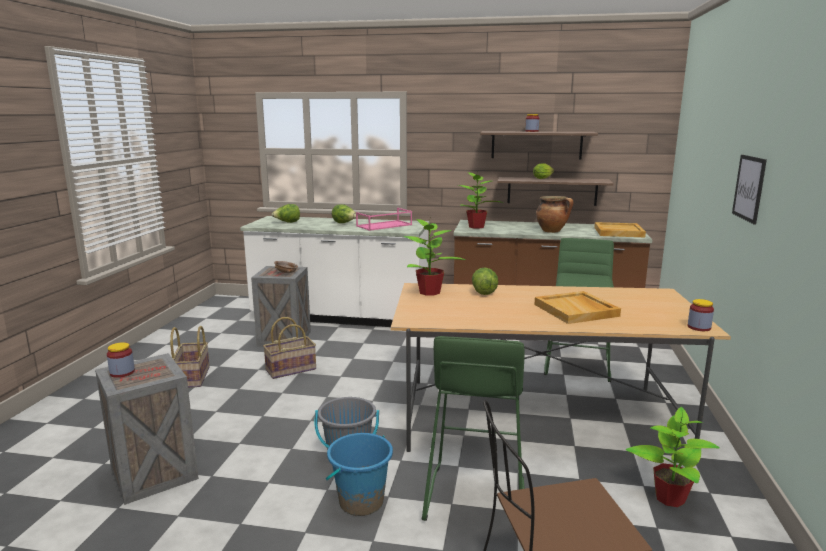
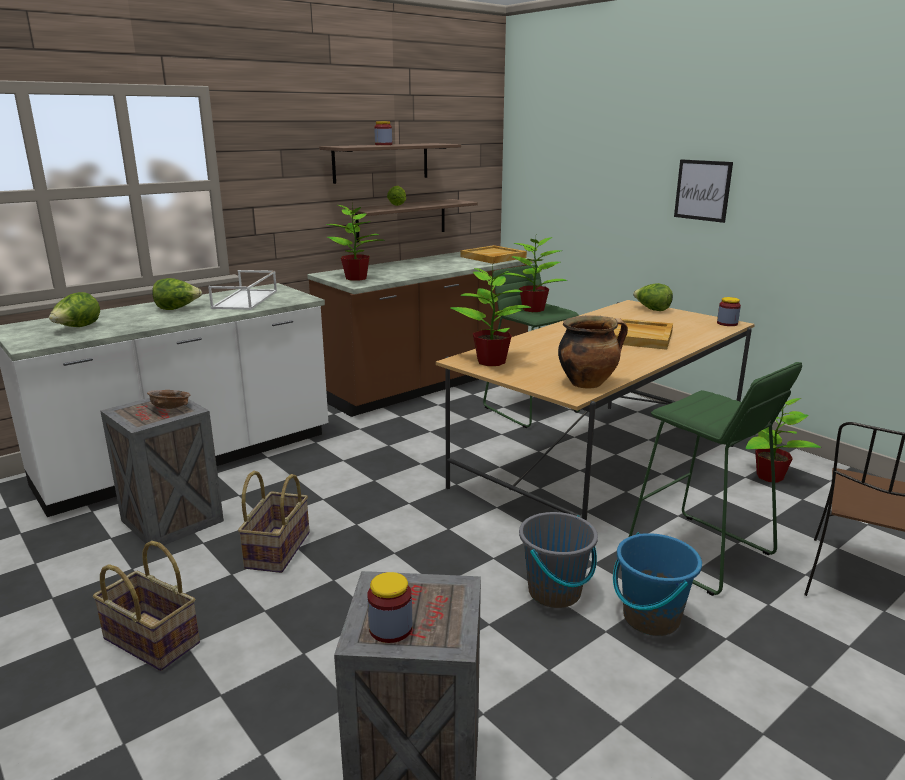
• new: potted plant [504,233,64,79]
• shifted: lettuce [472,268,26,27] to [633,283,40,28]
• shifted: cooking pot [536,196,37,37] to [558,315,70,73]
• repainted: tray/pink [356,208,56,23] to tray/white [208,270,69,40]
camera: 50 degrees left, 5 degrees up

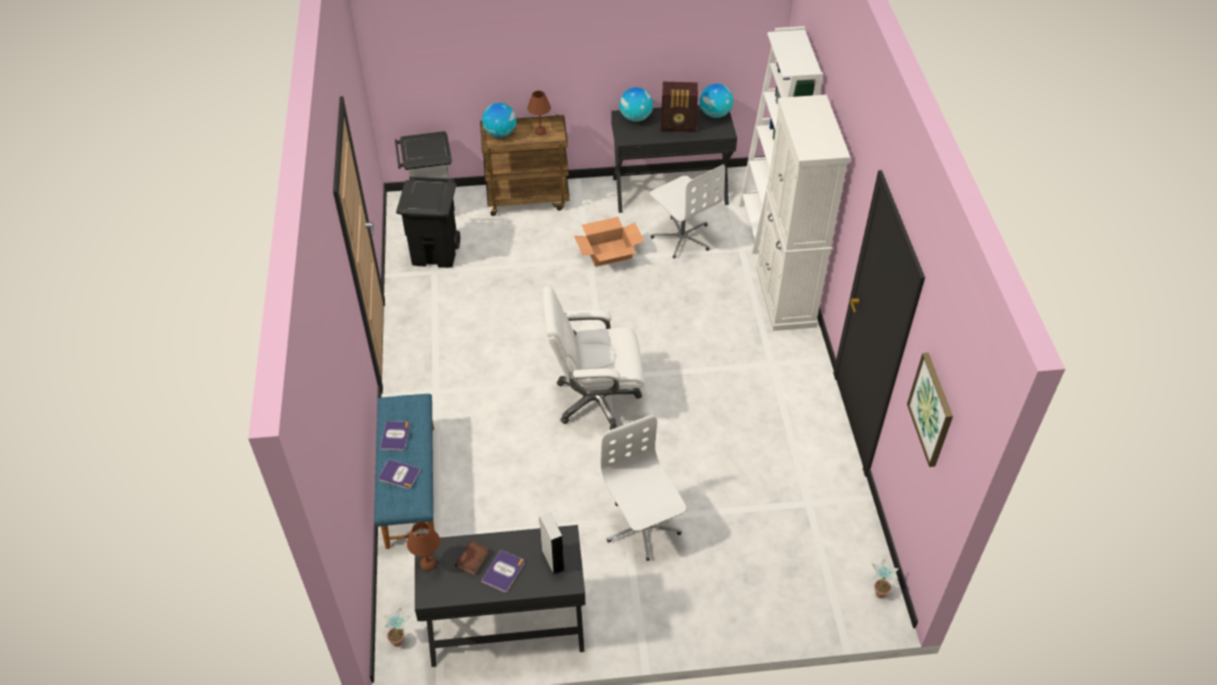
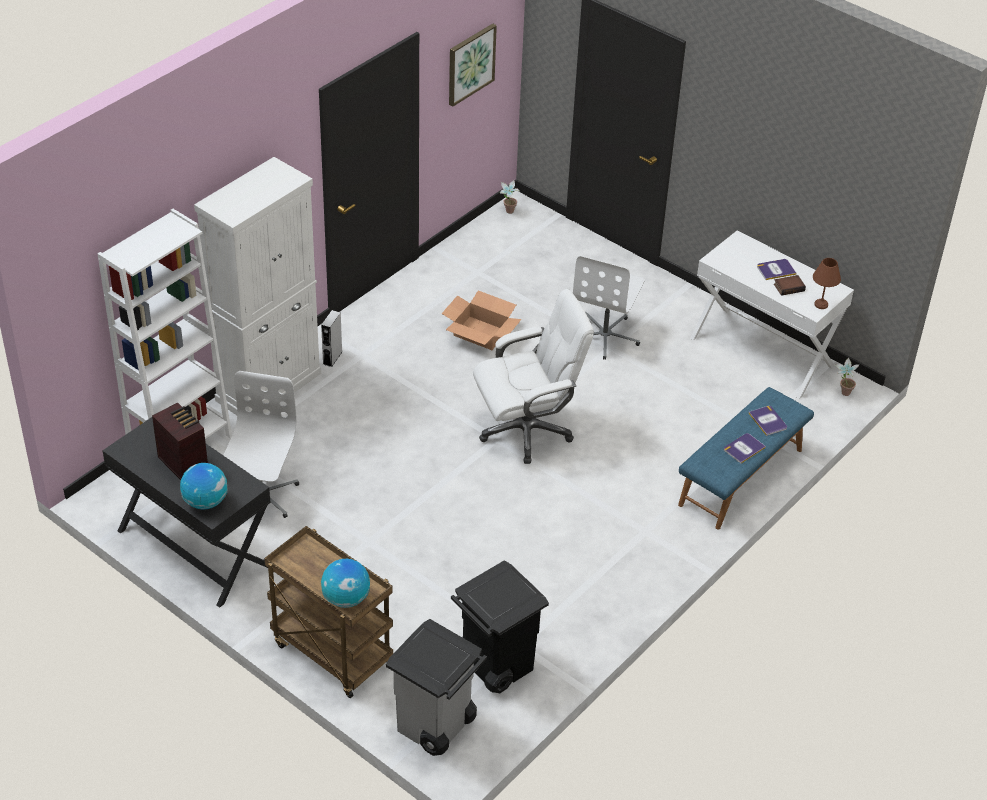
• gone: table lamp/brown [527,90,24,45]
• gone: globe [699,84,34,34]
• shifted: speaker/grey [539,513,26,62] to [321,310,21,57]
• shifted: cardboard box [574,217,70,50] to [441,290,81,60]
• repainted: desk/black [415,525,171,142] to desk/white [690,230,164,169]
• rotated: office chair/white [542,286,102,144] = [473,289,121,175] 60 degrees counterclockwise
camera: 135 degrees left, 5 degrees down

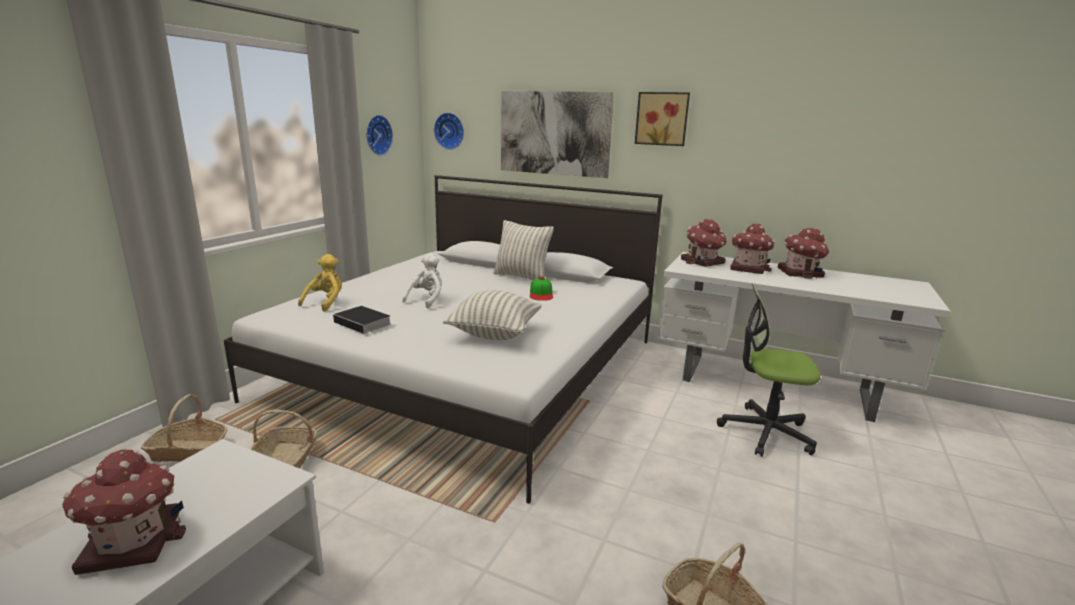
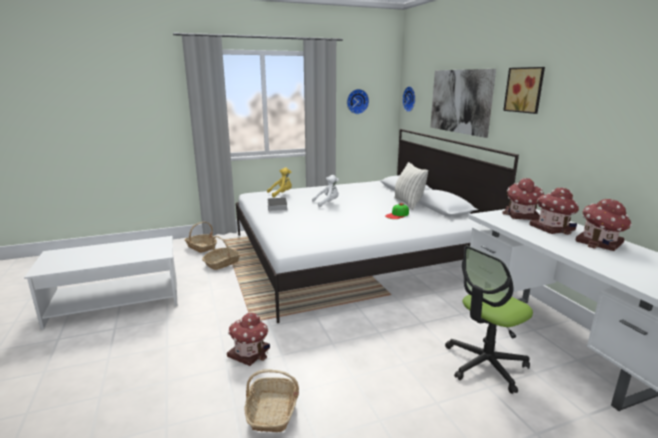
• gone: pillow [443,290,99,50]
• shifted: toy house [62,449,124,126] to [227,313,43,53]
• rotated: office chair [717,283,103,174] = [445,246,88,148] 90 degrees counterclockwise
camera: 45 degrees right, 0 degrees up

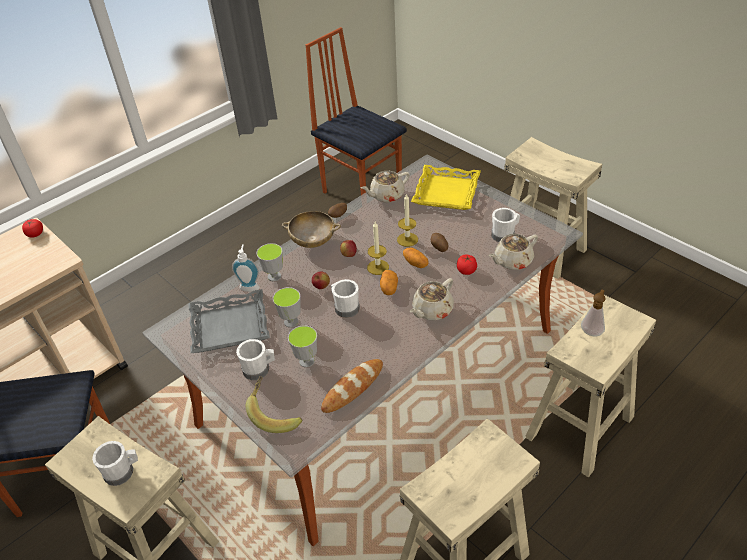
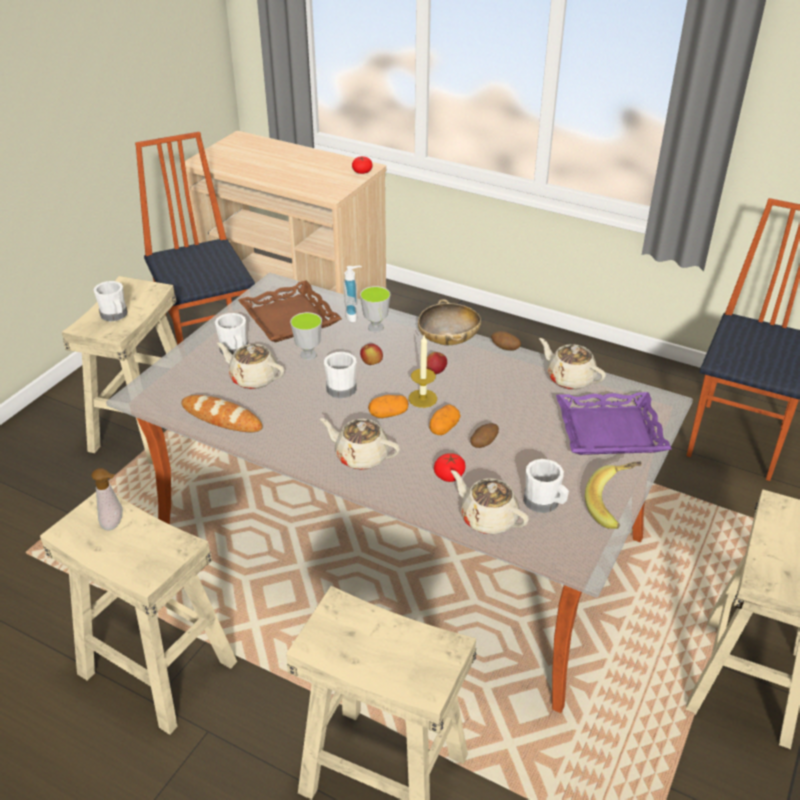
• gone: candle [397,194,21,53]
• shifted: banana [246,376,57,57] to [585,461,57,68]
• shifted: soap dispenser [581,290,25,47] to [91,468,32,62]
• swapped: cup [288,325,29,42] to teapot/beige [217,343,68,46]
• repainted: tray/grey [188,289,82,64] to tray/brown [238,280,104,62]
• repainted: tray/yellow [411,165,70,45] to tray/purple [556,392,116,63]
camera: 70 degrees right, 5 degrees down

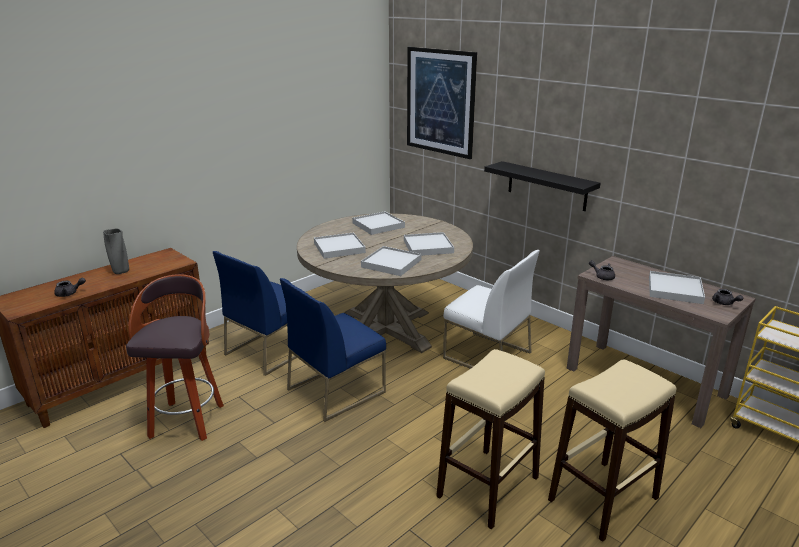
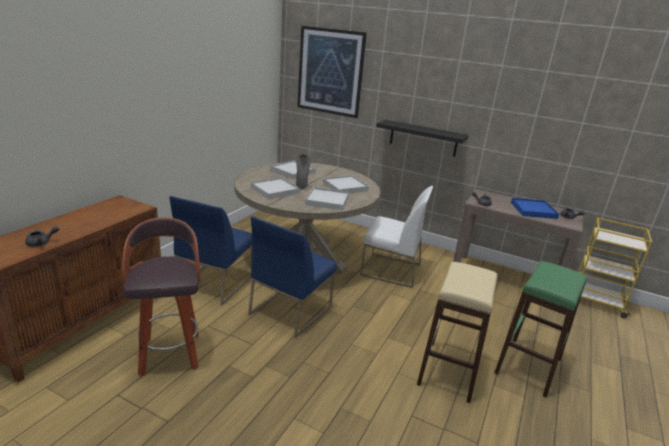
• shifted: vase/grey [103,229,26,45] to [296,154,15,35]
• repainted: stool/beige [548,360,129,182] to stool/green [494,261,93,136]
• repainted: tray/white [649,271,56,33] to tray/blue [511,198,48,21]
camera: 20 degrees left, 0 degrees up

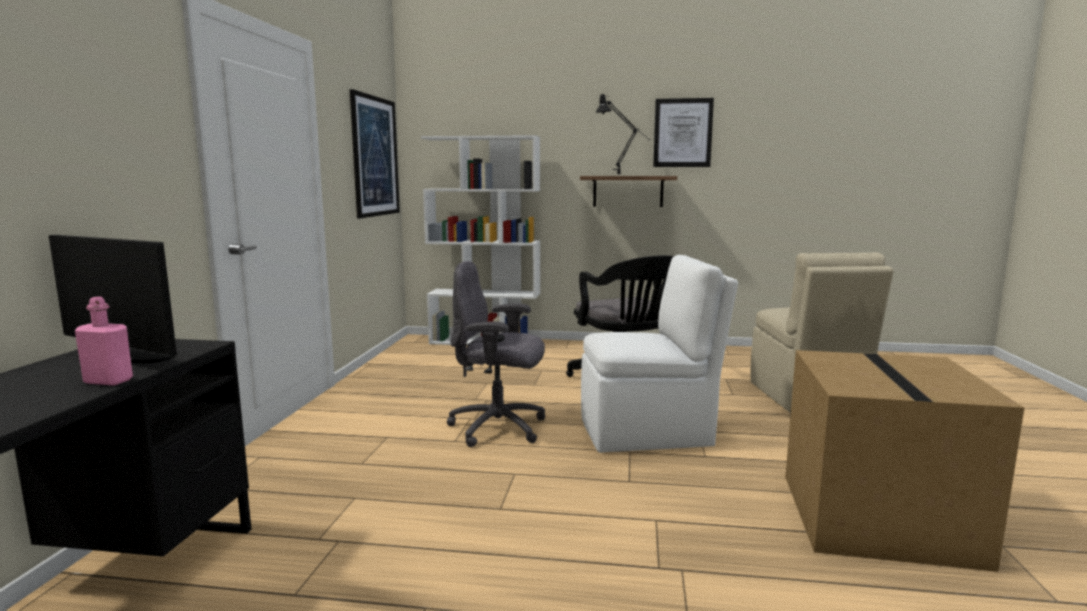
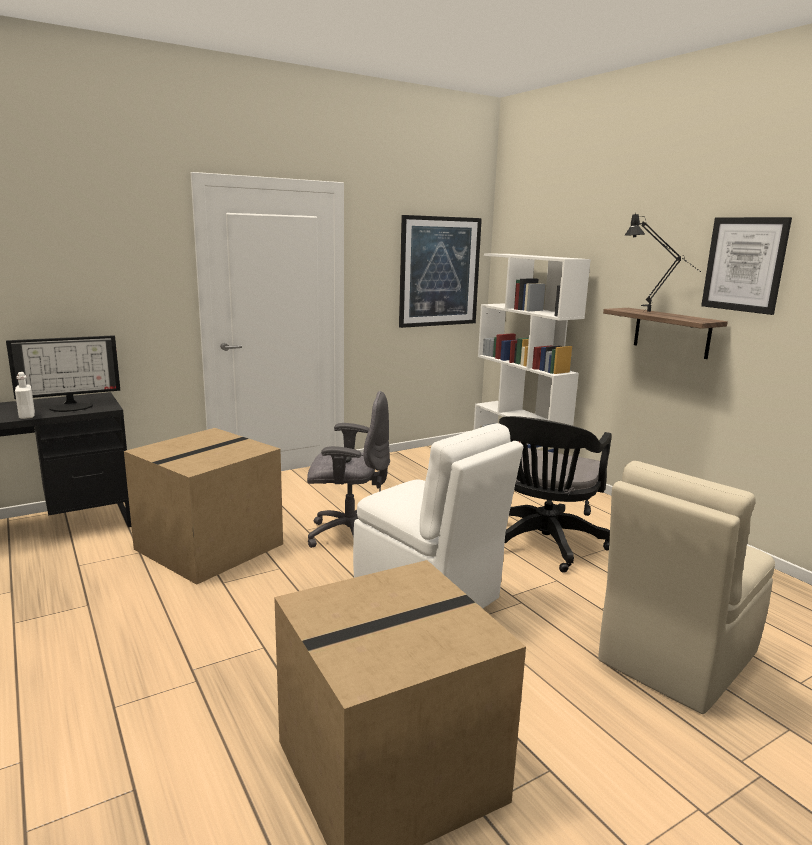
• new: cardboard box [124,428,159,157]
• repainted: bottle/pink [75,297,58,89] to bottle/white [15,372,20,47]
• rotated: monitor [49,235,128,128] = [6,335,114,77] 75 degrees clockwise
• rotated: office chair/grey [447,261,98,186] = [307,391,83,157] 120 degrees clockwise
camera: 50 degrees right, 5 degrees up

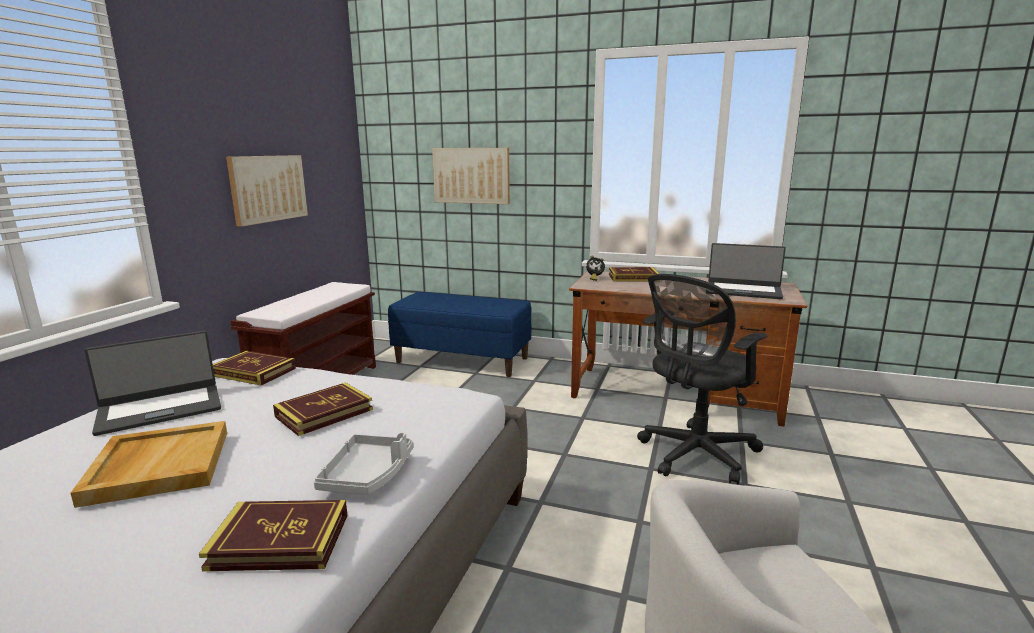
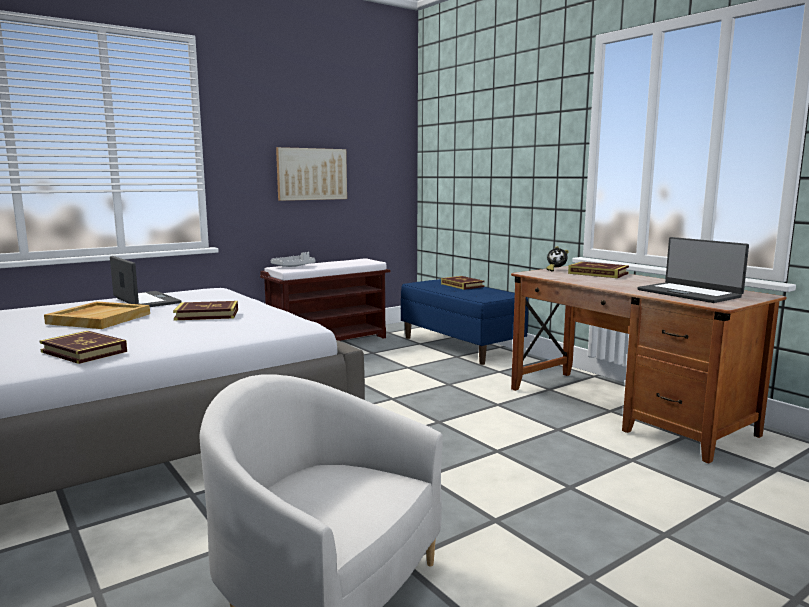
• gone: picture [432,148,78,56]
• gone: office chair/black [637,274,131,210]
• shifted: book [213,351,83,34] to [441,276,44,14]
• shifted: tray/grey [314,432,99,63] to [271,252,44,15]
• rotated: laptop [85,331,136,105] = [110,256,71,51] 135 degrees counterclockwise
camera: 35 degrees right, 5 degrees down

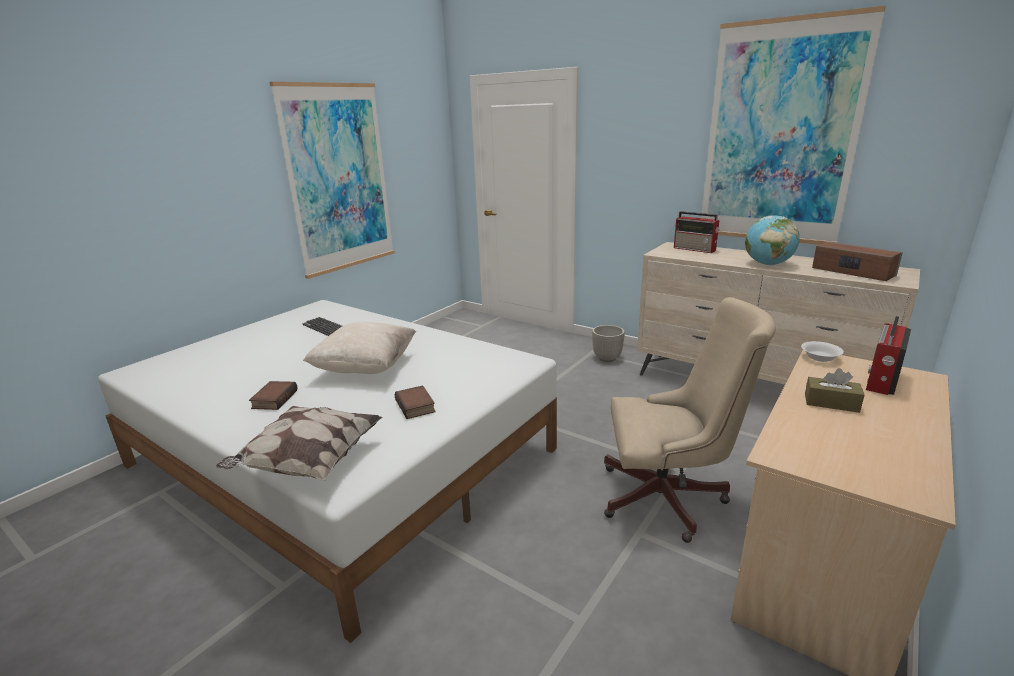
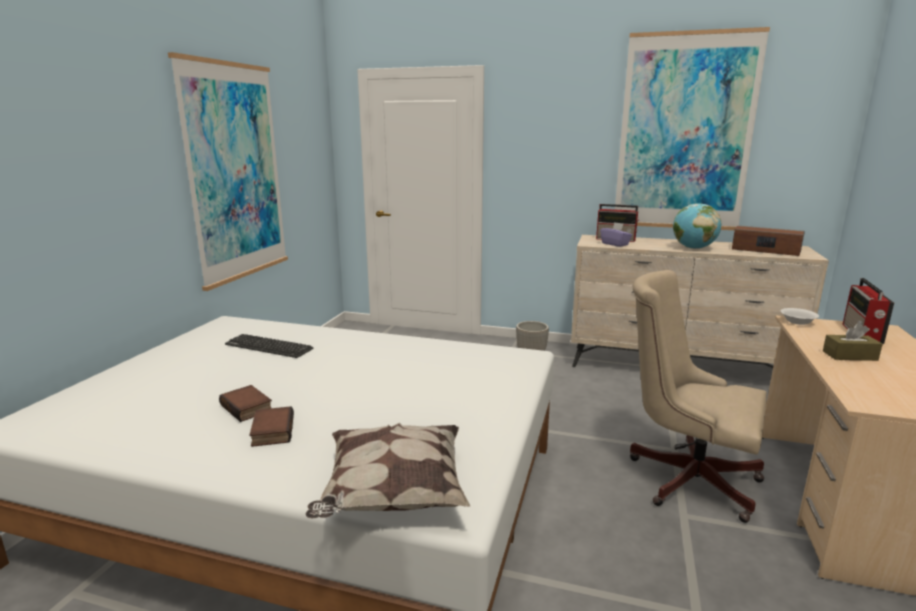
• gone: pillow/beige [303,322,113,52]
• new: tissue box/purple [600,222,32,25]
• shifted: book [395,385,41,34] to [219,385,53,37]
• rotated: office chair/beige [604,297,172,246] = [630,270,137,253] 135 degrees counterclockwise
camera: 20 degrees left, 5 degrees down

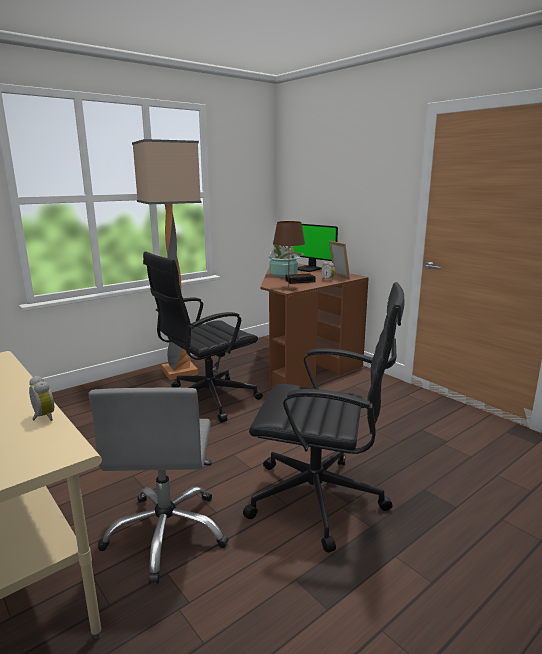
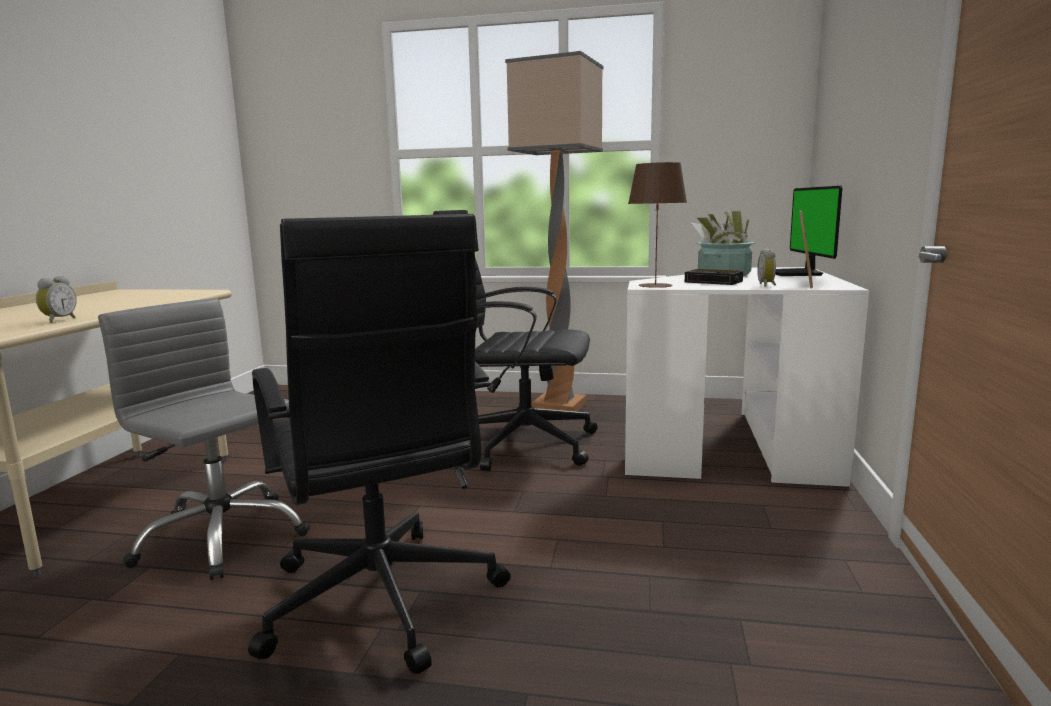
• repainted: desk/brown [260,263,109,124] to desk/white [625,267,244,220]
• rotated: office chair/grey [89,387,140,197] = [98,298,212,282] 75 degrees clockwise
camera: 50 degrees right, 5 degrees down

